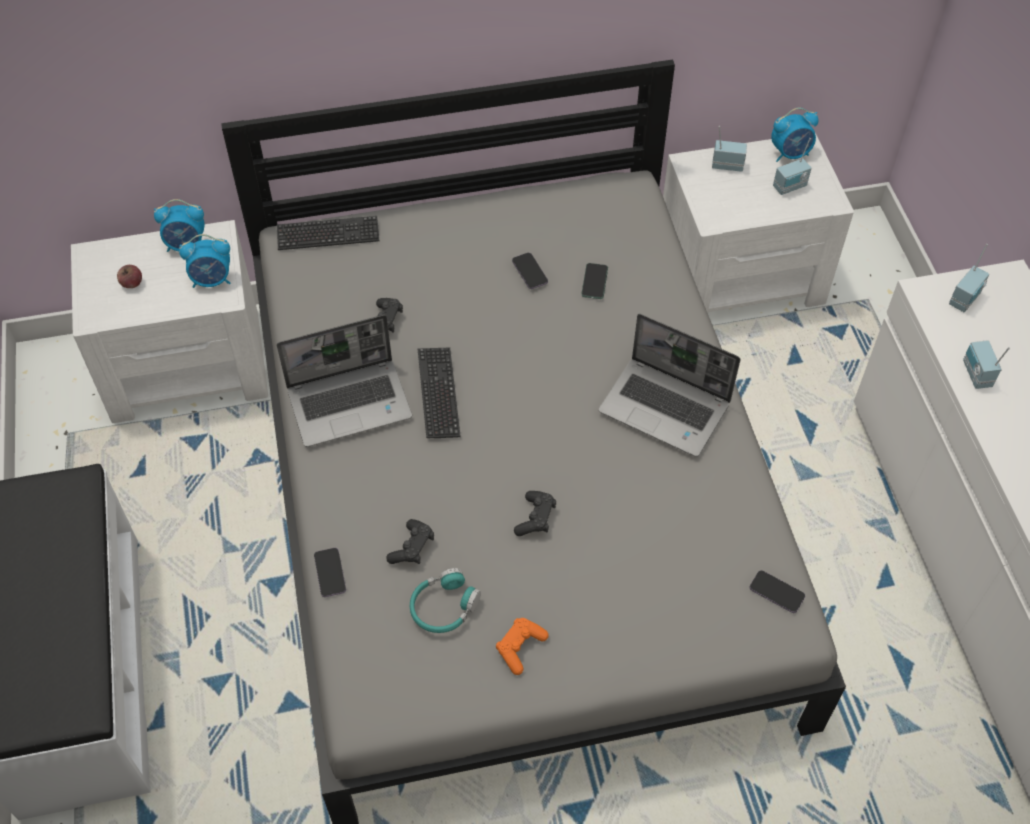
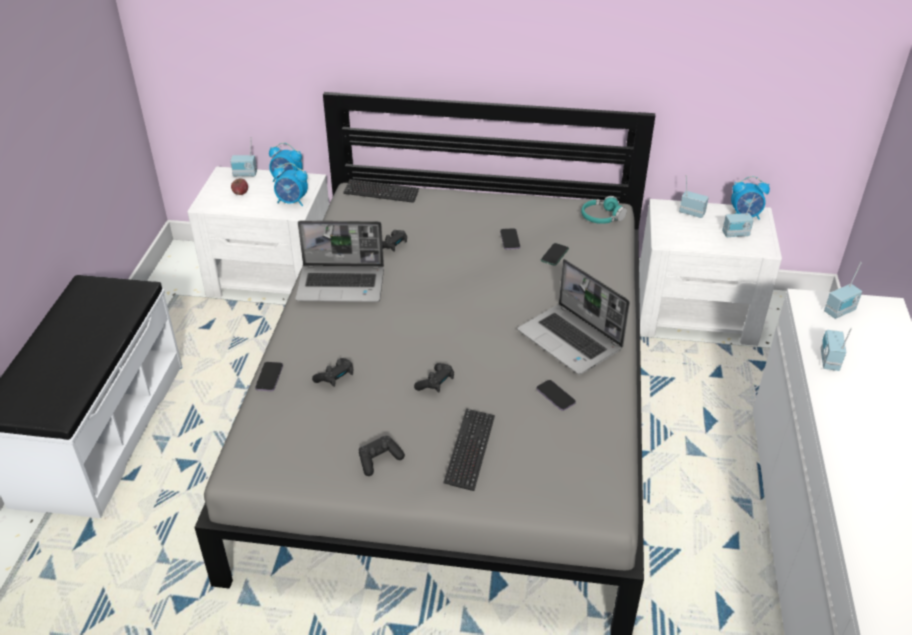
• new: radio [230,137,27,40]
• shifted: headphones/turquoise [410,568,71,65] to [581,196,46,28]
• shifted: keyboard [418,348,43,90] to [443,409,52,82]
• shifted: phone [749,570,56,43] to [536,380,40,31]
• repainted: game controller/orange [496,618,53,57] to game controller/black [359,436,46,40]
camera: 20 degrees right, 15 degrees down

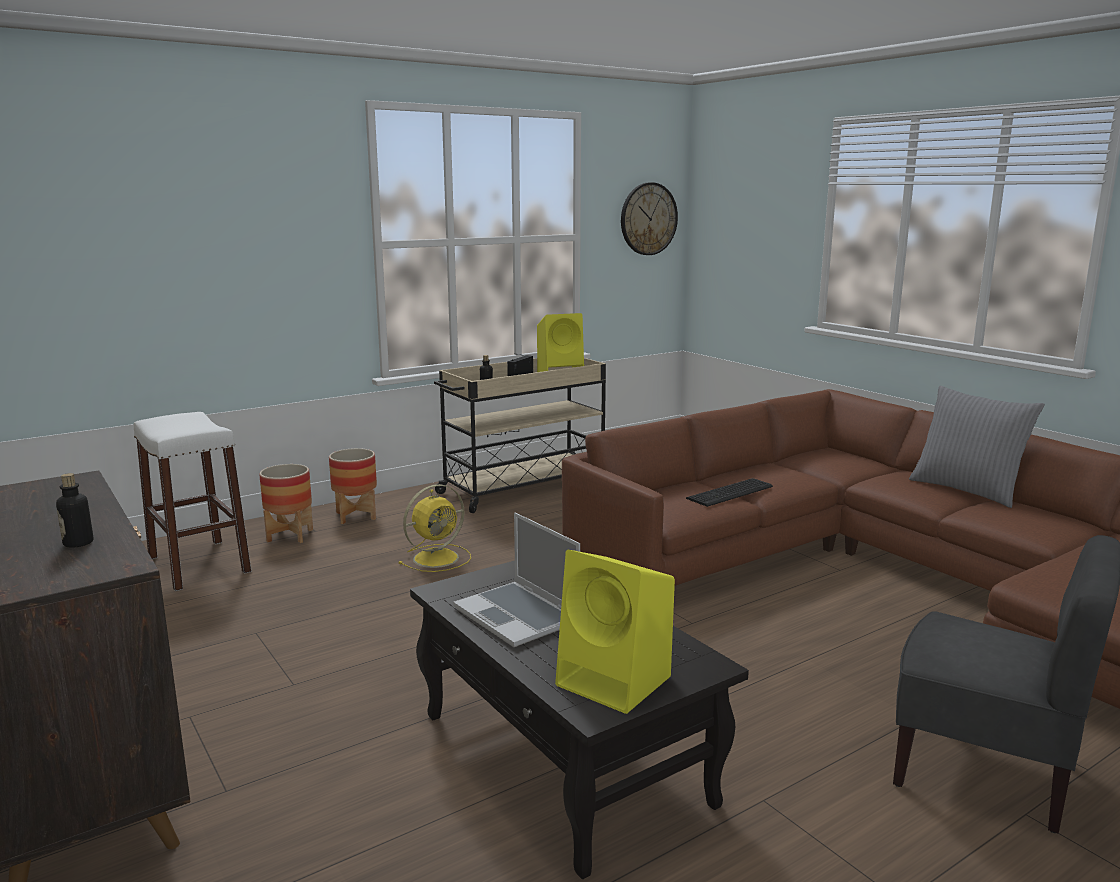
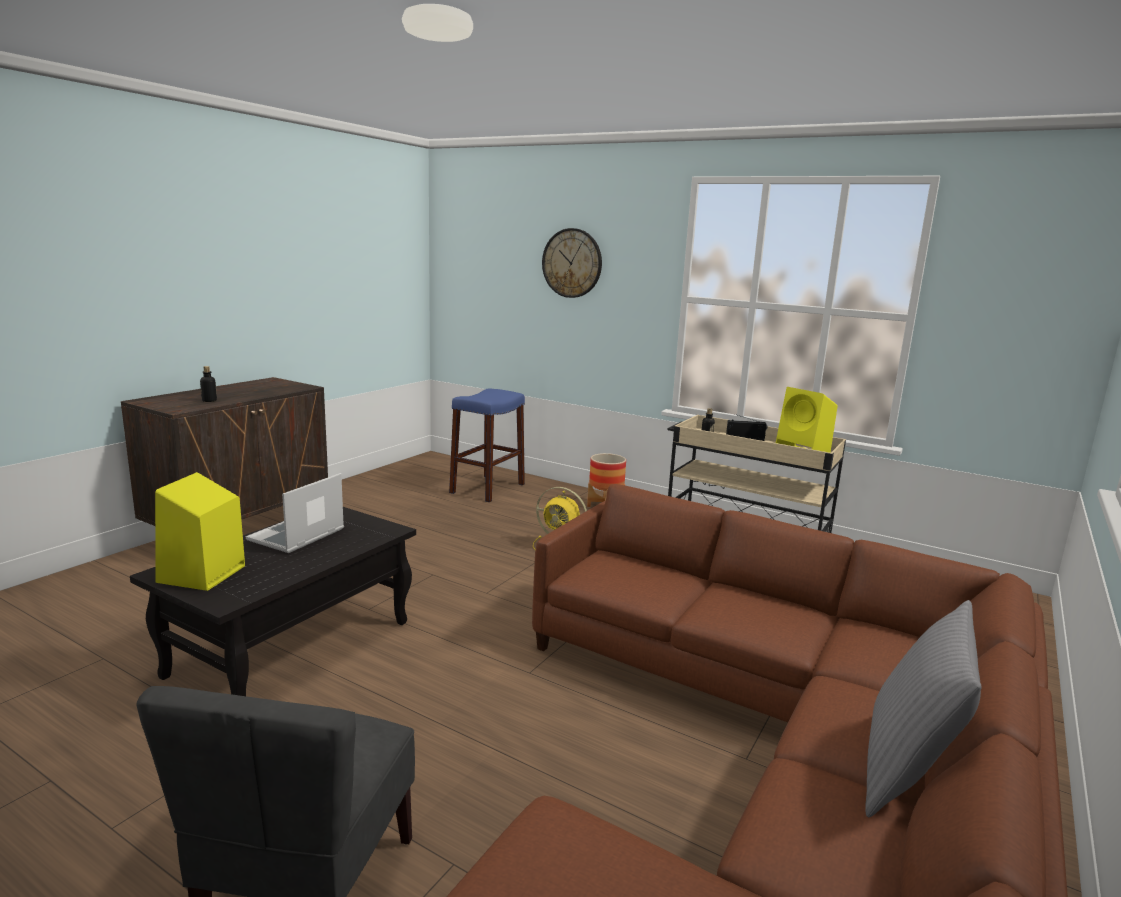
• gone: planter [259,464,54,79]
• gone: keyboard [686,478,87,29]
• shifted: wall clock [621,182,57,73] to [542,228,60,70]
• repainted: stool/white [134,412,117,179] to stool/blue [449,388,76,114]
camera: 65 degrees right, 0 degrees up

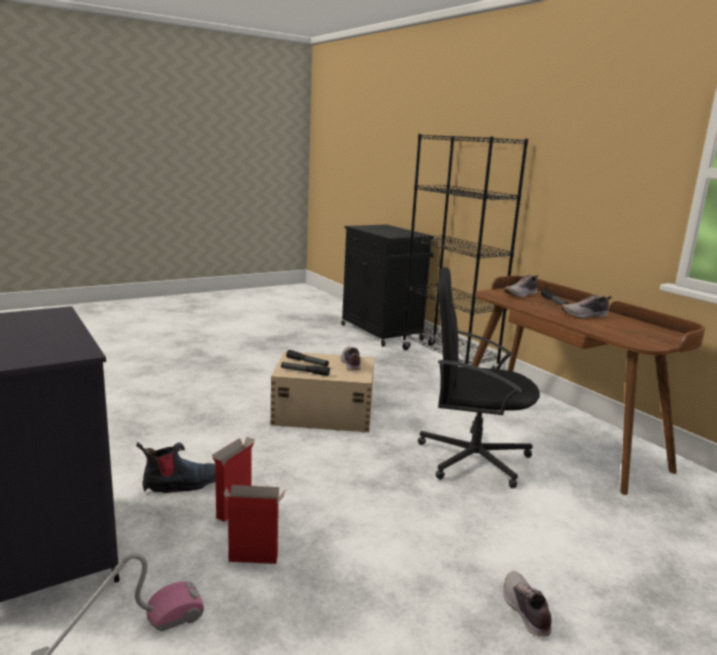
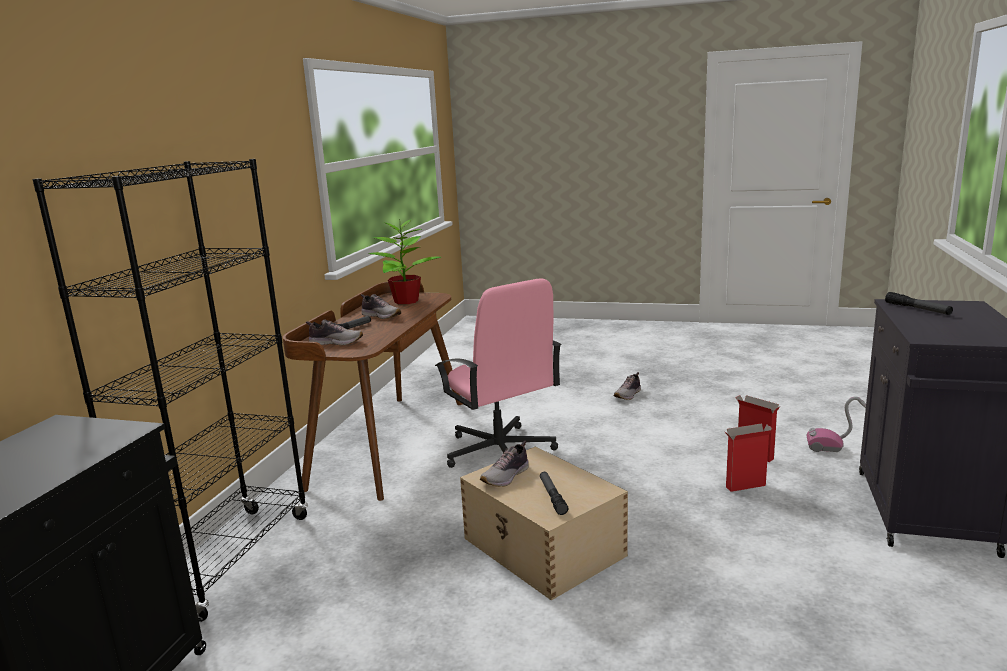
• gone: boot [136,442,80,51]
• new: potted plant [369,219,72,85]
• shifted: flashlight [281,362,49,14] to [885,292,68,23]
• repainted: office chair/black [418,267,122,221] to office chair/pink [435,278,127,190]
camera: 130 degrees left, 0 degrees up

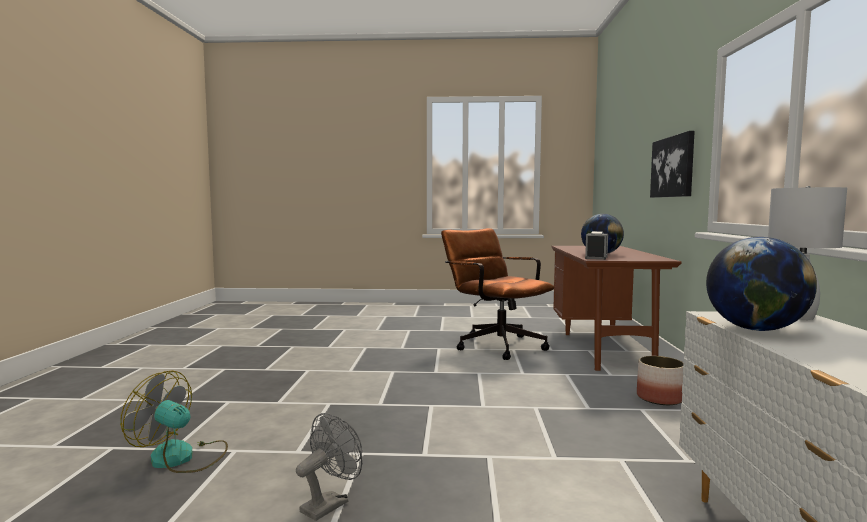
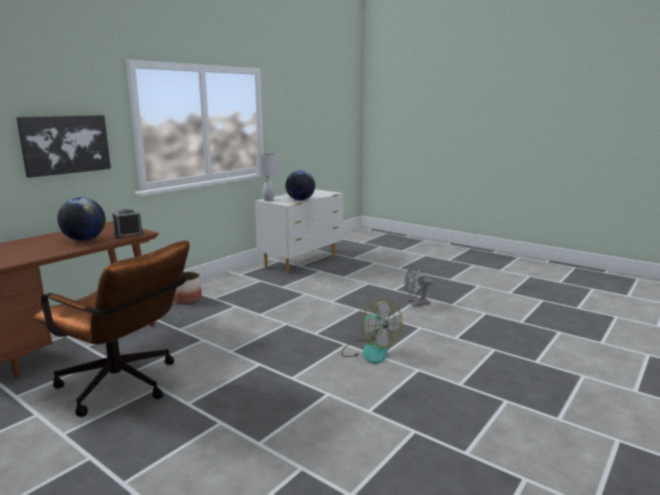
• shifted: fan [120,370,108,103] to [341,299,62,65]
• rotated: office chair/brown [441,228,113,132] = [33,241,157,176] 60 degrees counterclockwise
camera: 145 degrees left, 10 degrees up

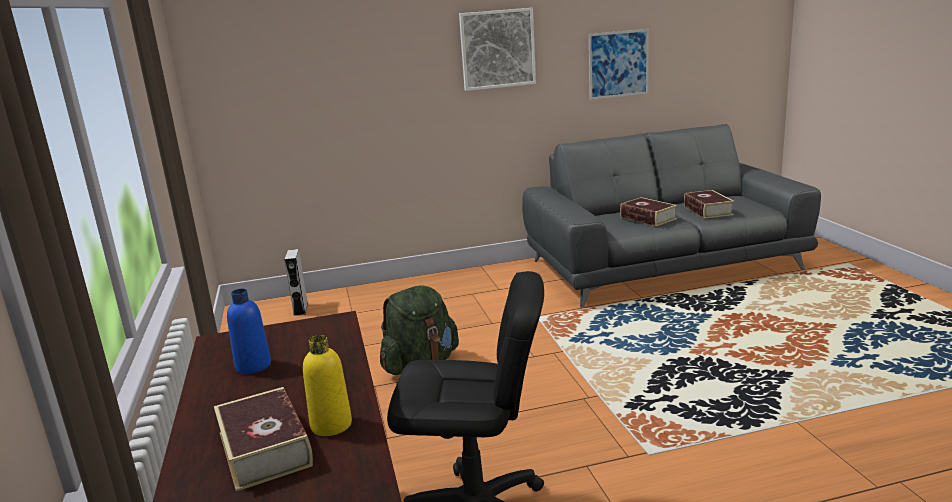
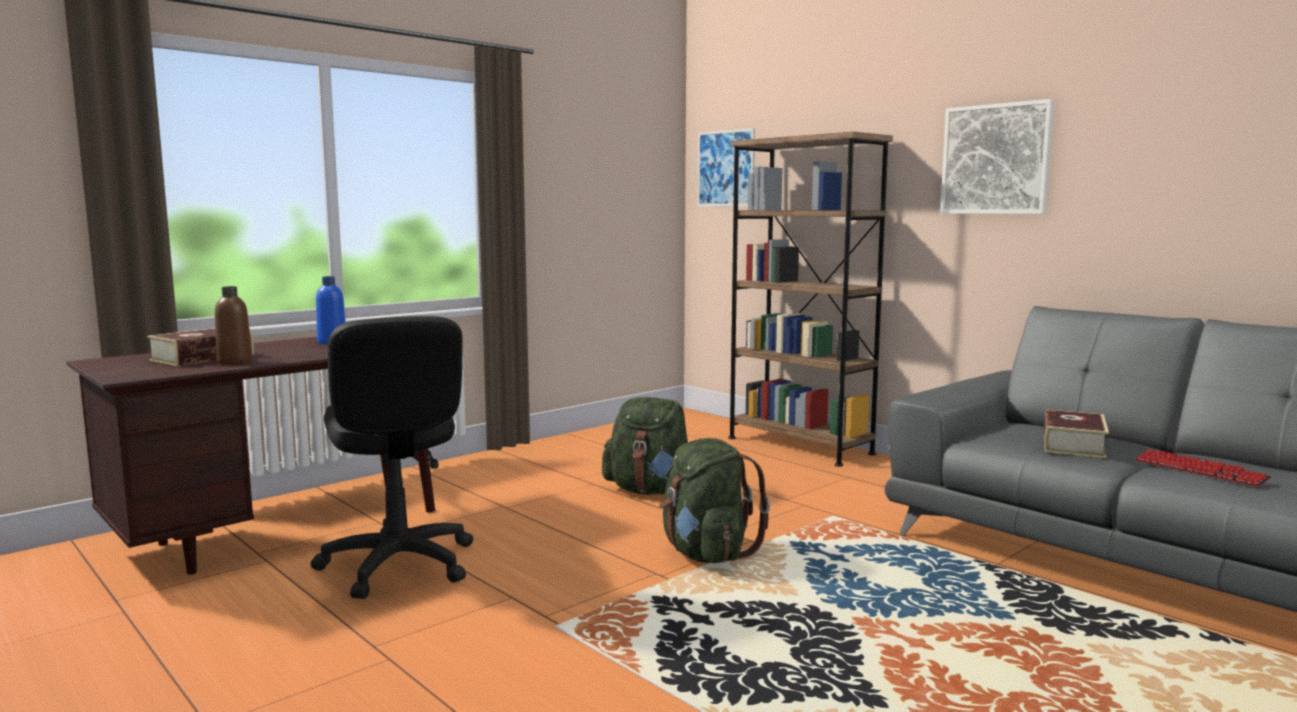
• gone: speaker/grey [284,249,24,67]
• new: backpack/green [659,438,111,125]
• new: bookcase/brown [728,131,165,336]
• shifted: picture [589,29,60,71] to [697,128,58,78]
• swapped: book [684,190,50,29] to keyboard [1135,449,137,38]
• repainted: bottle/yellow [303,335,49,101] to bottle/brown [215,286,38,79]
camera: 60 degrees right, 10 degrees down

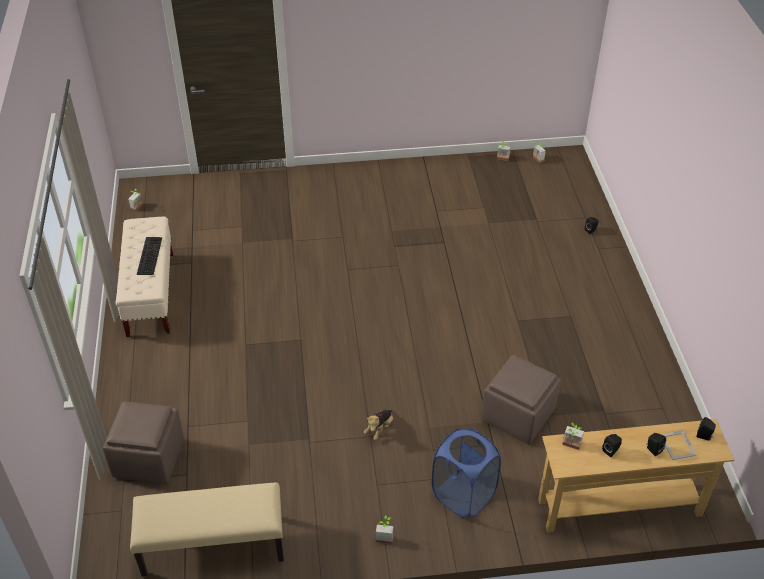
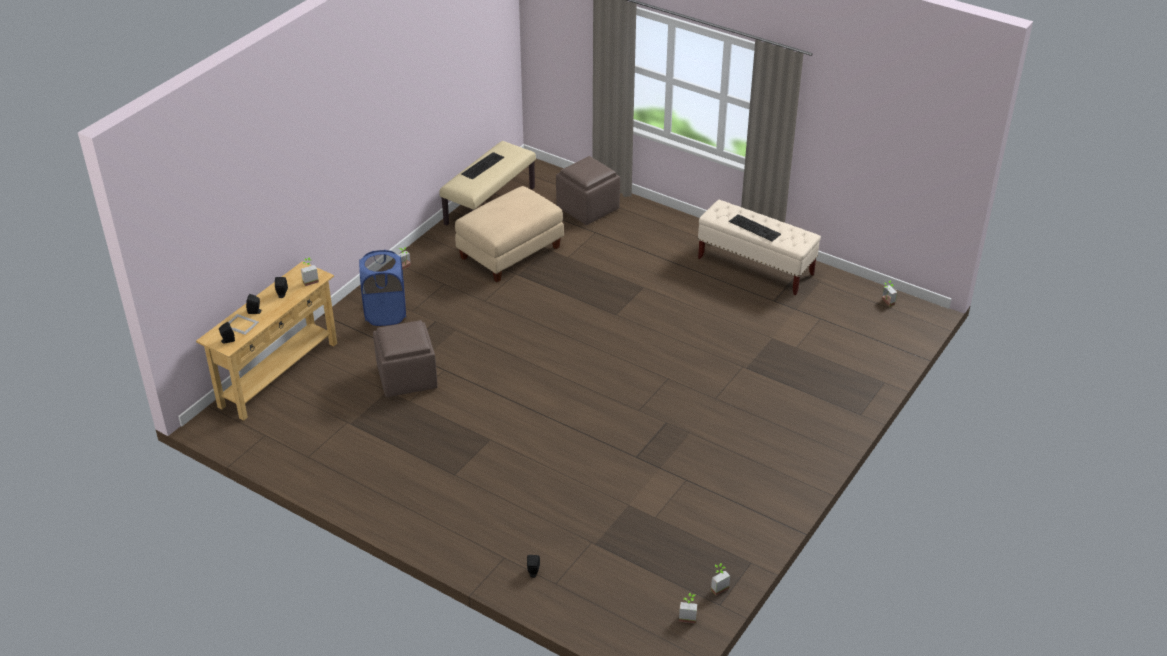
• gone: plush toy [364,409,29,31]
• new: ottoman/beige [455,186,109,96]
• new: keyboard [461,152,43,27]
camera: 130 degrees right, 5 degrees down

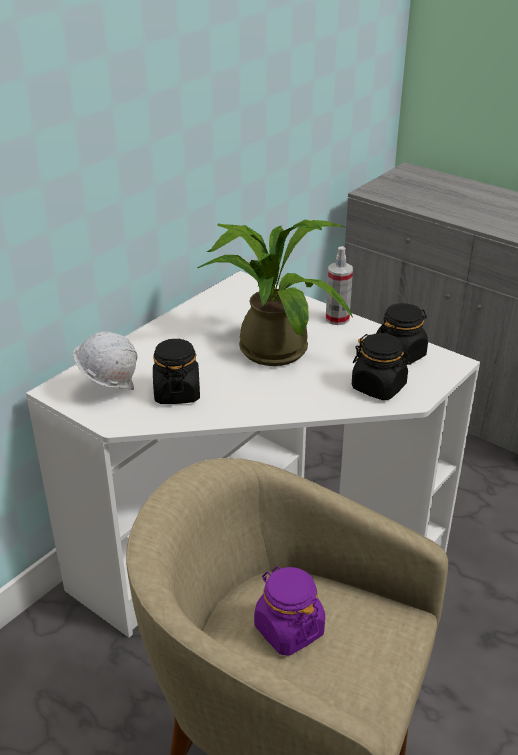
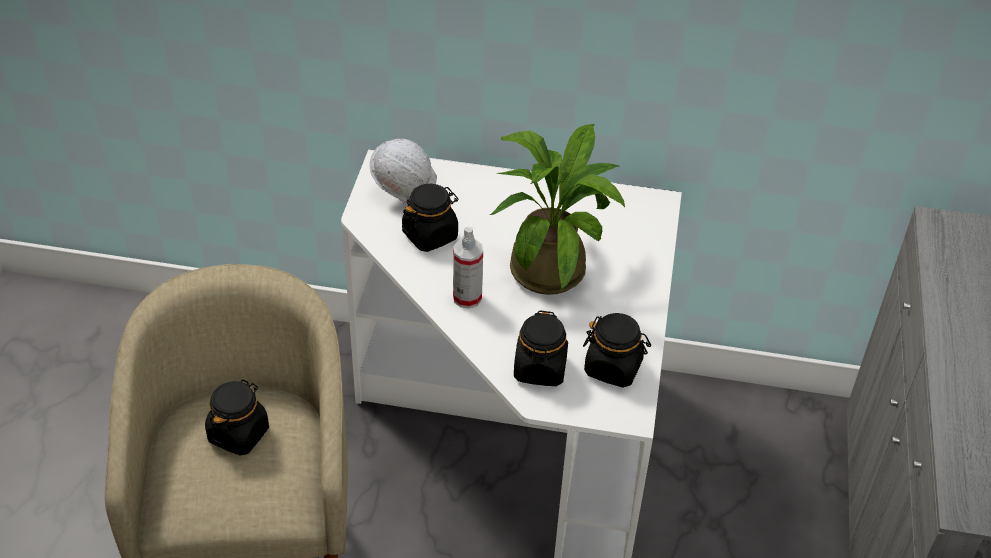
• shifted: spray bottle [326,246,27,79] to [453,227,30,82]
• repainted: jar/purple [254,566,71,90] to jar/black [205,379,64,77]
camera: 60 degrees right, 10 degrees up

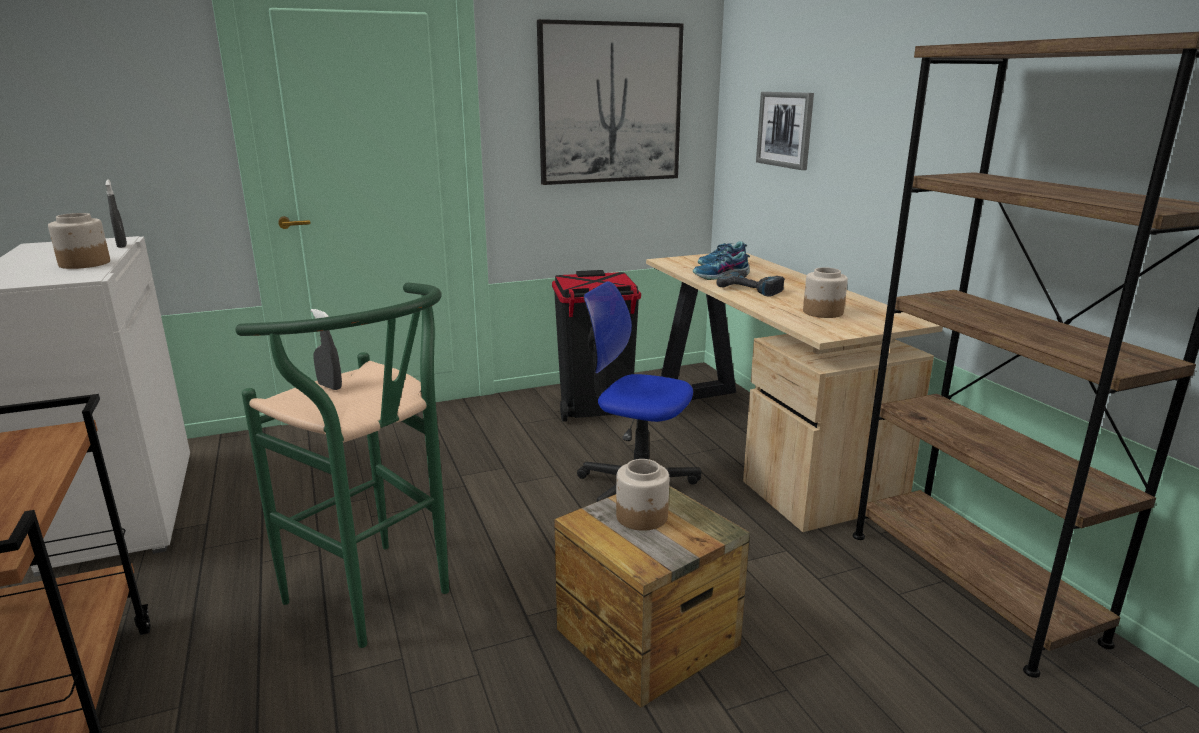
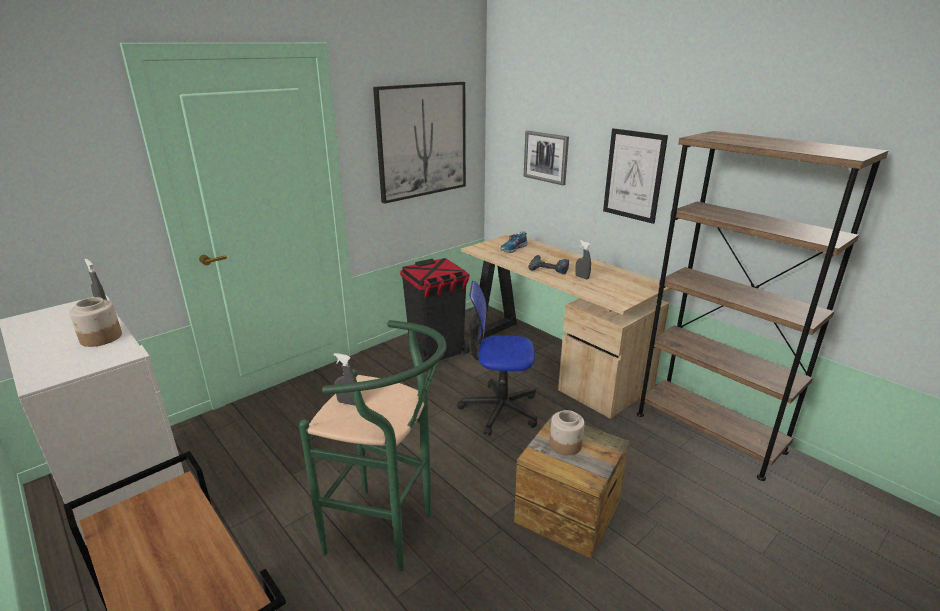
• gone: shoe [693,251,57,29]
• gone: jar [803,267,45,51]
• new: spray bottle/grey [575,240,16,40]
• new: picture [603,128,65,96]
camera: 20 degrees left, 5 degrees up

